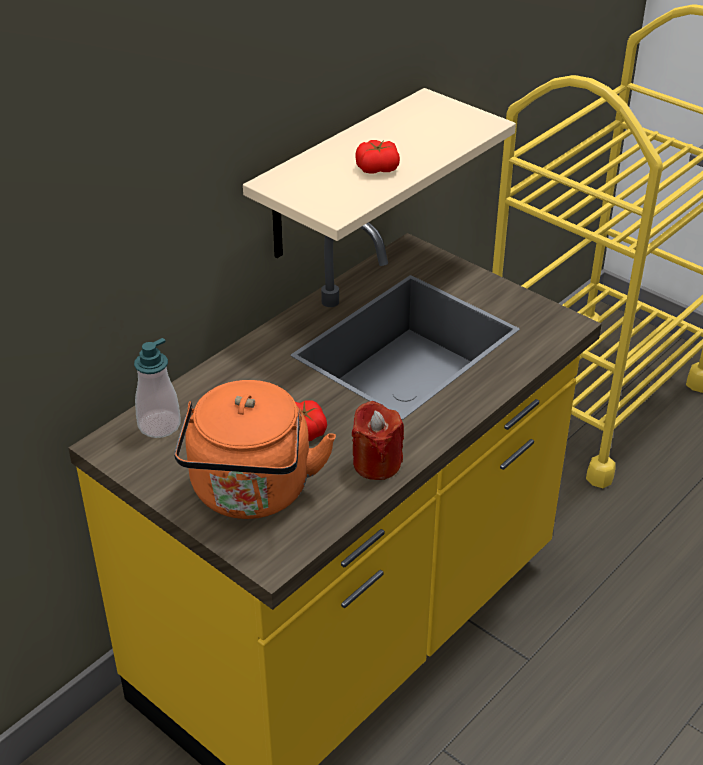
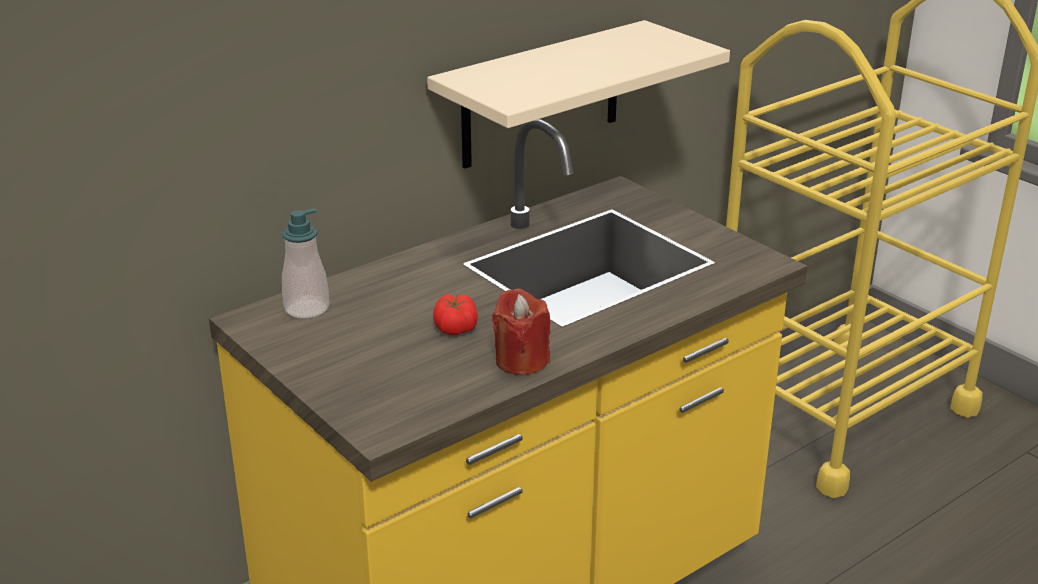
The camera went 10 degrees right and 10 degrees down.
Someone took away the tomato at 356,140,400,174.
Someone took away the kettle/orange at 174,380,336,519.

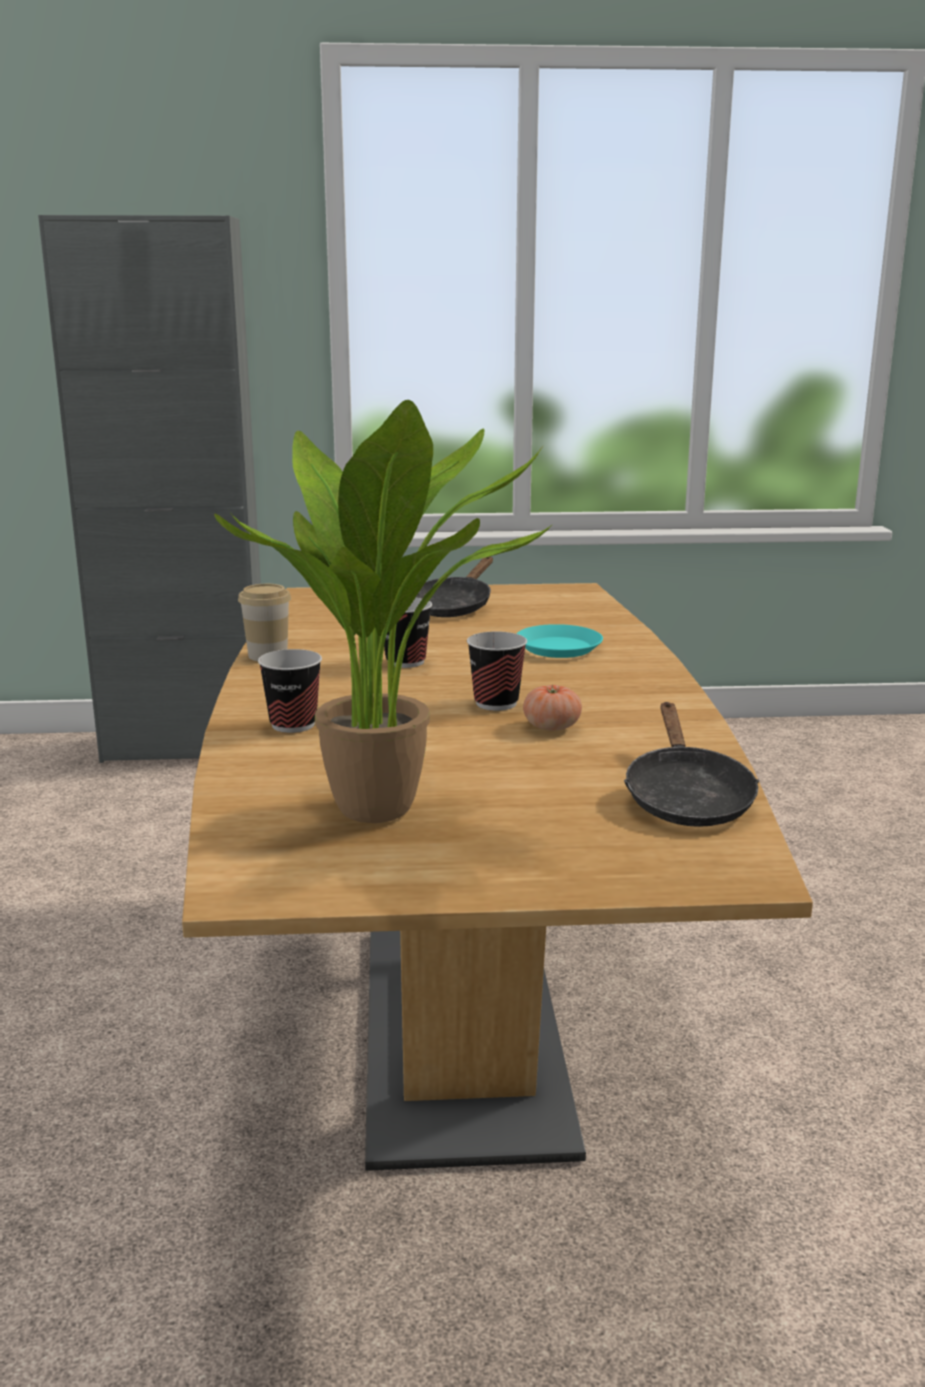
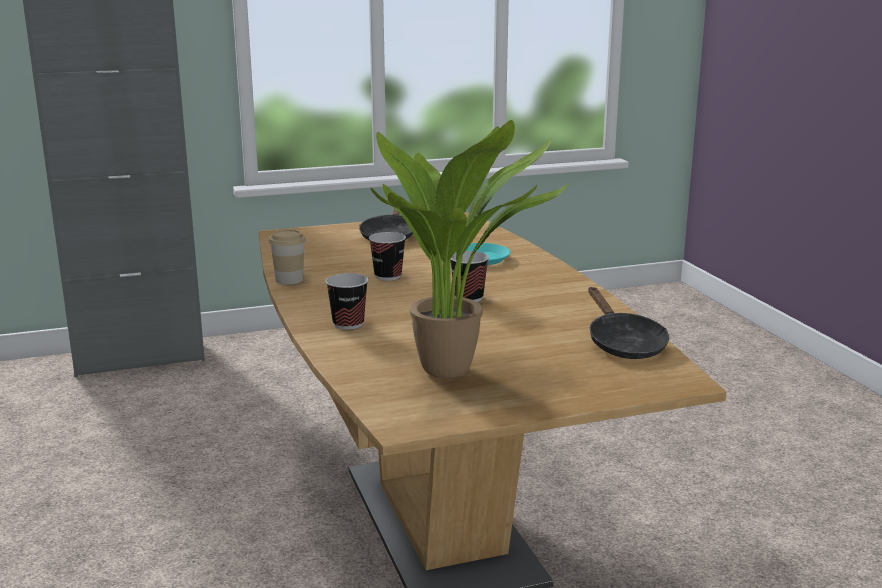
The camera went 15 degrees left and 0 degrees up.
Someone took away the tomato at 523,685,582,731.

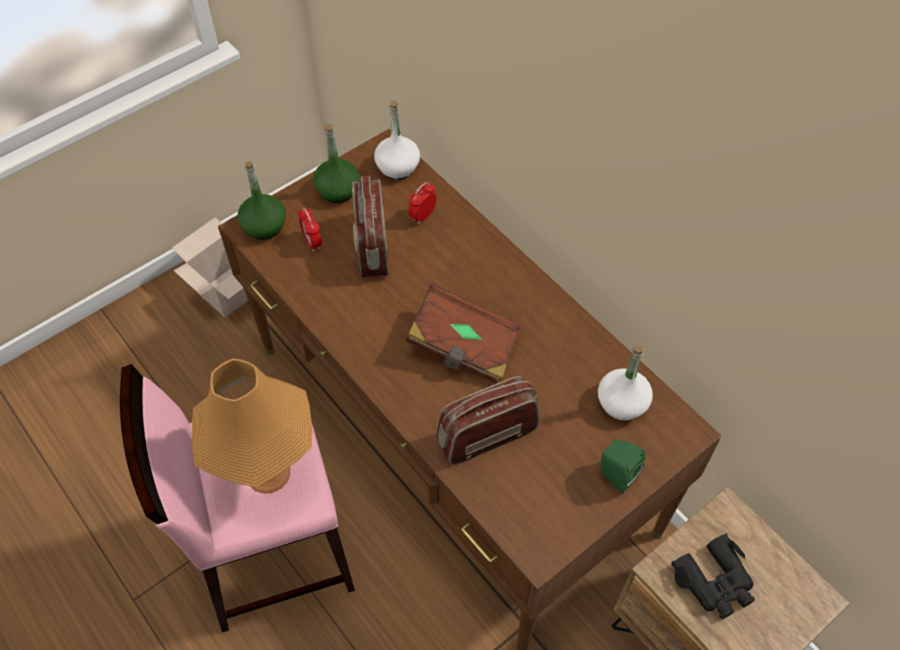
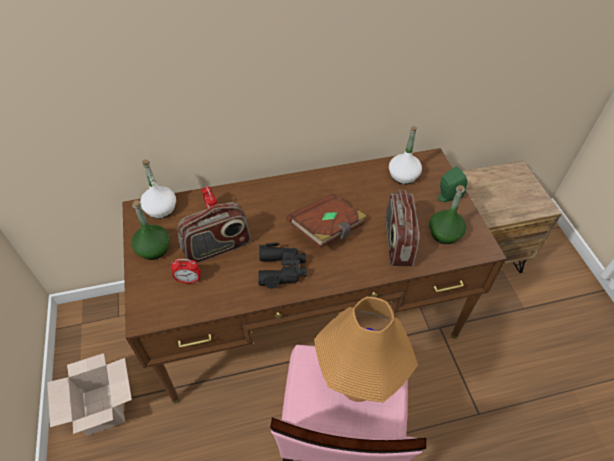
The camera went 65 degrees left and 5 degrees down.
Someone carried the bottle/green from 237,161,286,240 to 429,185,466,244.
Someone rotated the radio at 352,176,389,278 by 45 degrees counterclockwise.
Someone carried the binoculars/black from 671,533,755,619 to 258,243,306,289.

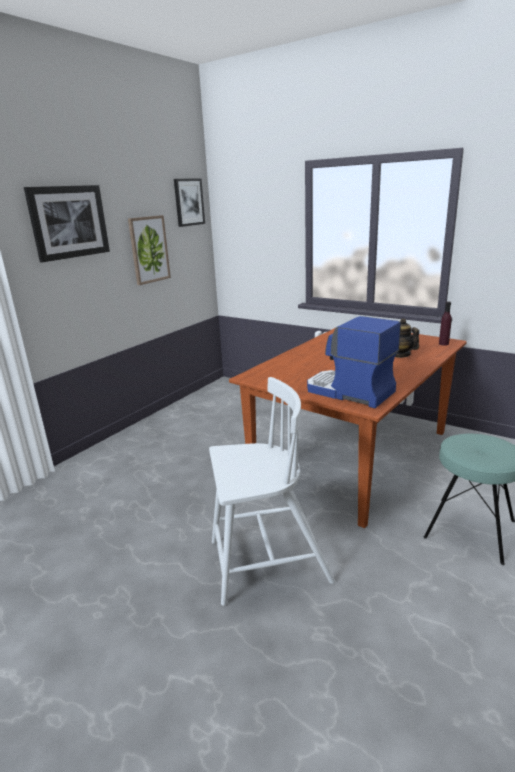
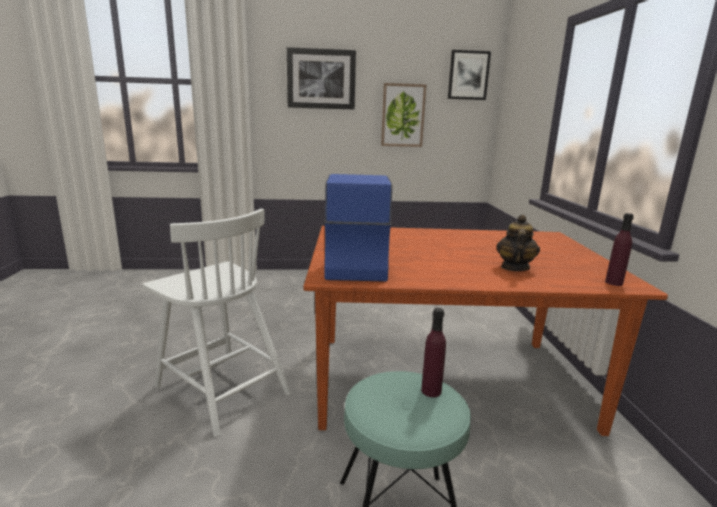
The camera went 50 degrees right and 5 degrees down.
Someone put down the bottle/purple at 421,308,446,397.

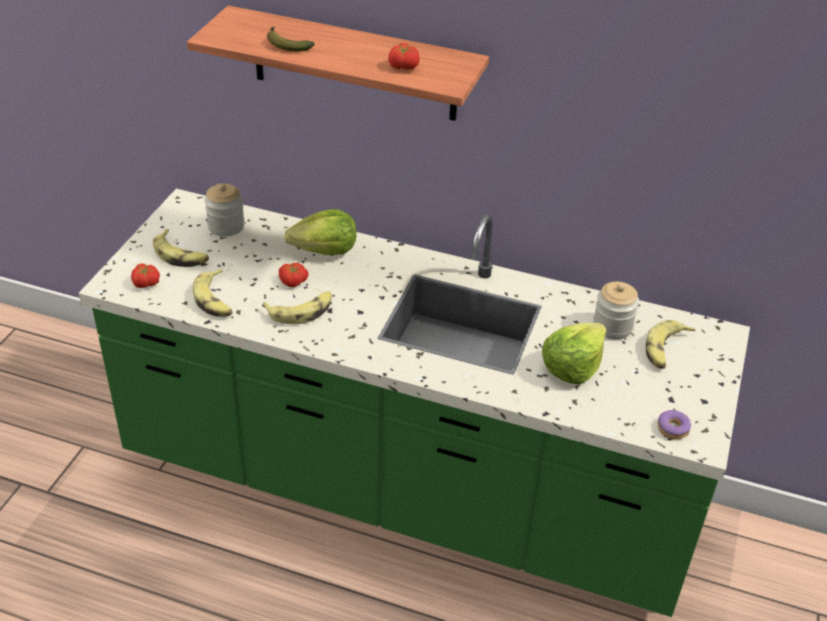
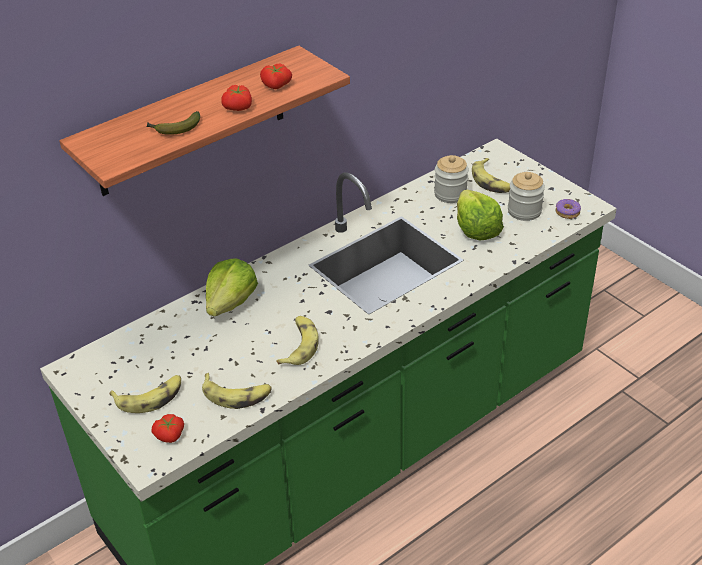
The camera went 55 degrees left and 0 degrees up.
Someone carried the jar from 205,183,245,237 to 508,172,545,221.
Someone carried the tomato from 279,263,309,287 to 221,85,252,111.

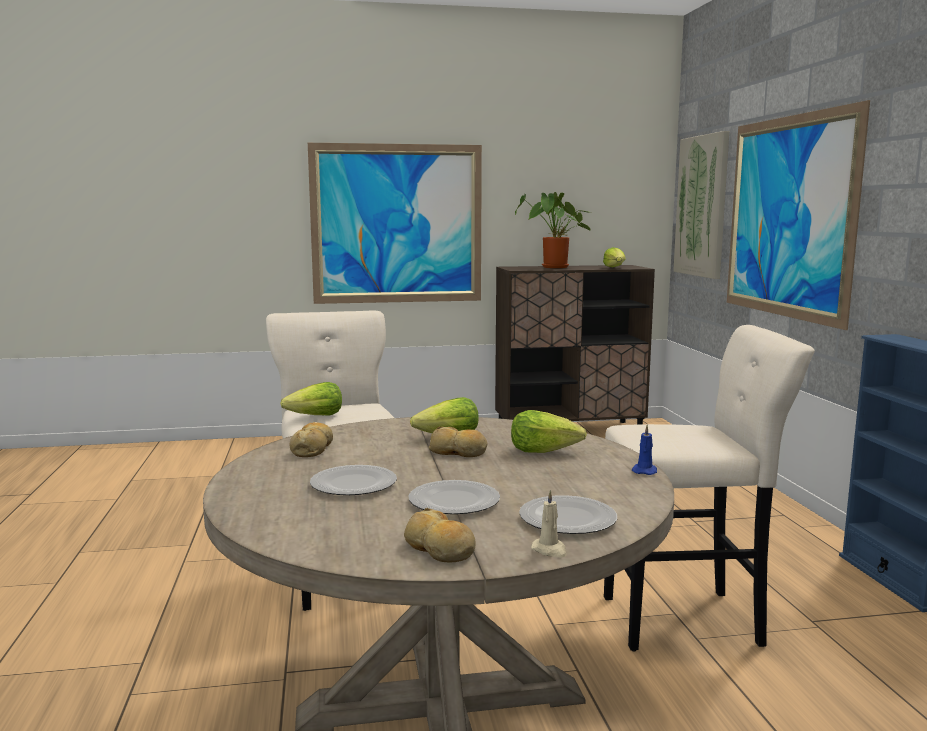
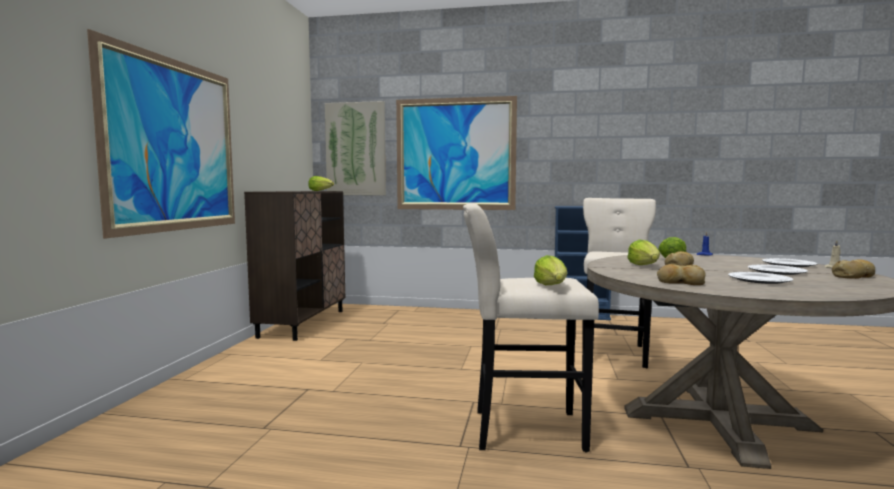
The camera went 70 degrees left and 5 degrees down.
Someone took away the potted plant at 515,192,591,268.

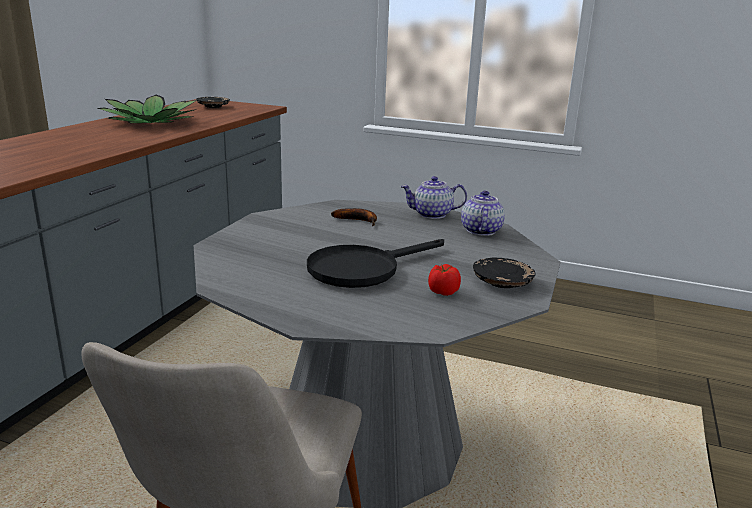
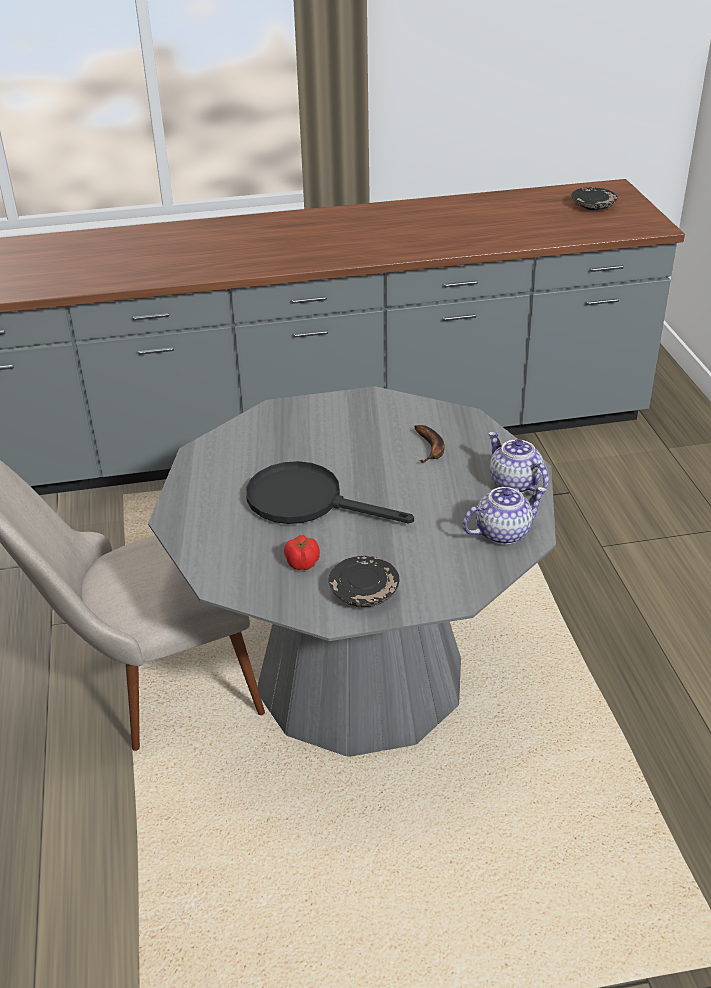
The camera went 60 degrees right and 15 degrees up.
Someone took away the potted plant at 97,94,197,123.

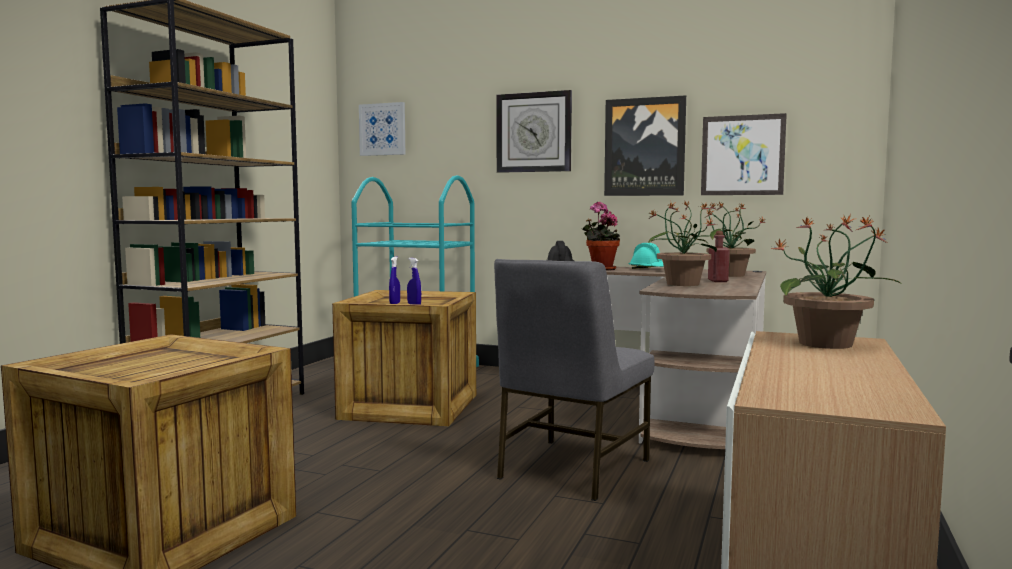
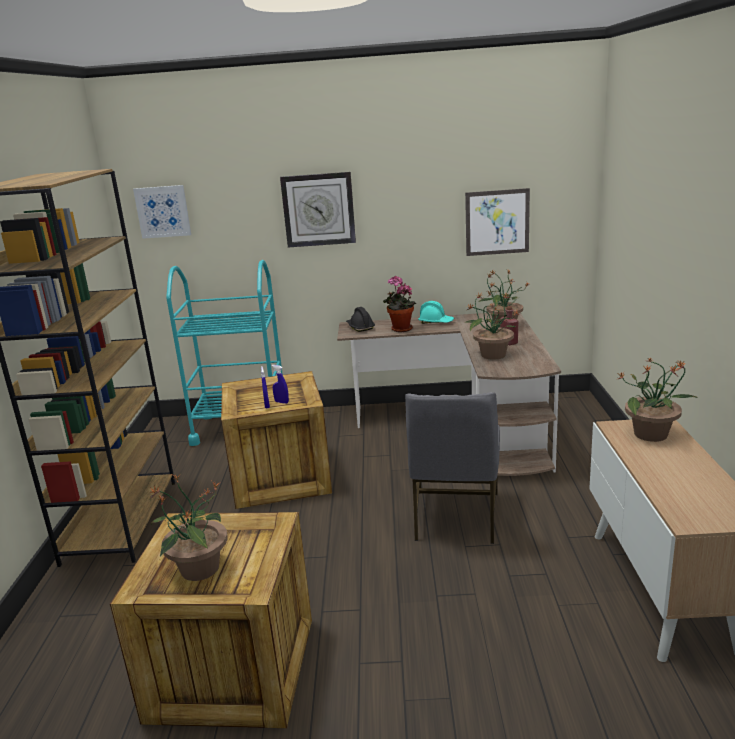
The camera went 20 degrees left and 15 degrees up.
Someone took away the picture at 604,95,686,196.
Someone put down the potted plant at 150,474,228,581.

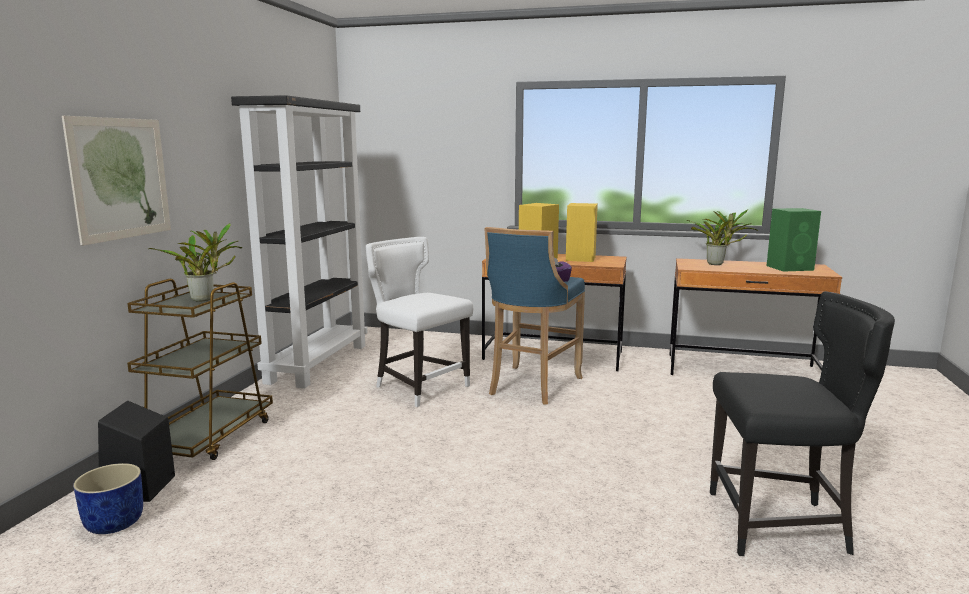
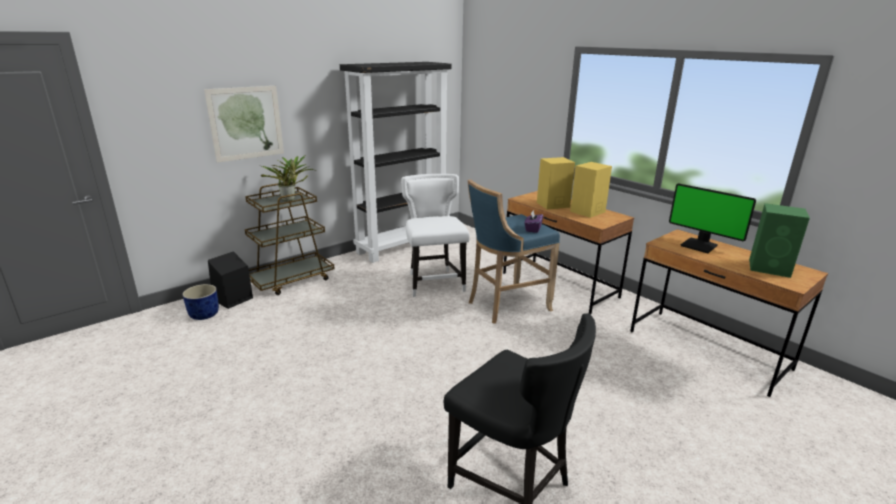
The camera went 35 degrees right and 10 degrees up.
Someone swapped the potted plant at 687,209,758,265 for the monitor at 669,183,756,253.

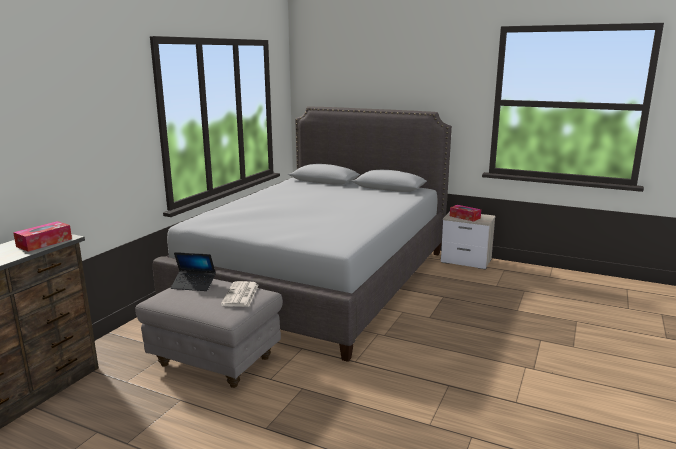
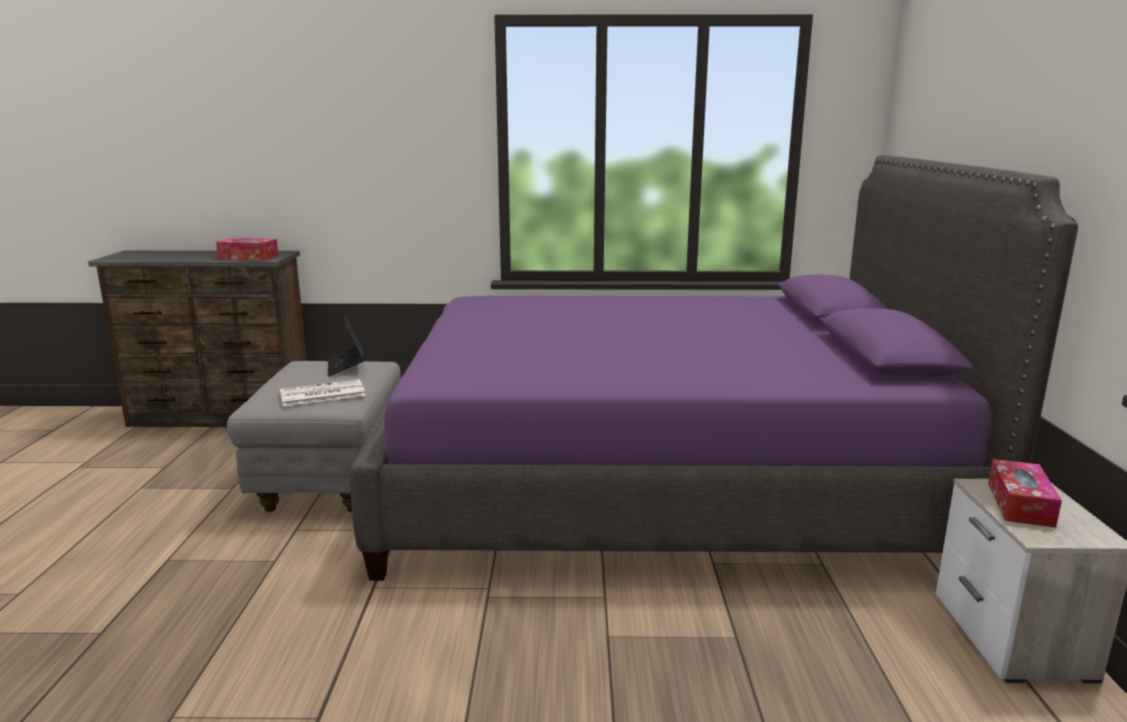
The camera went 65 degrees right and 0 degrees up.
Someone repainted the bed/grey at 153,106,452,362, which became the bed/purple at 350,155,1078,581.

